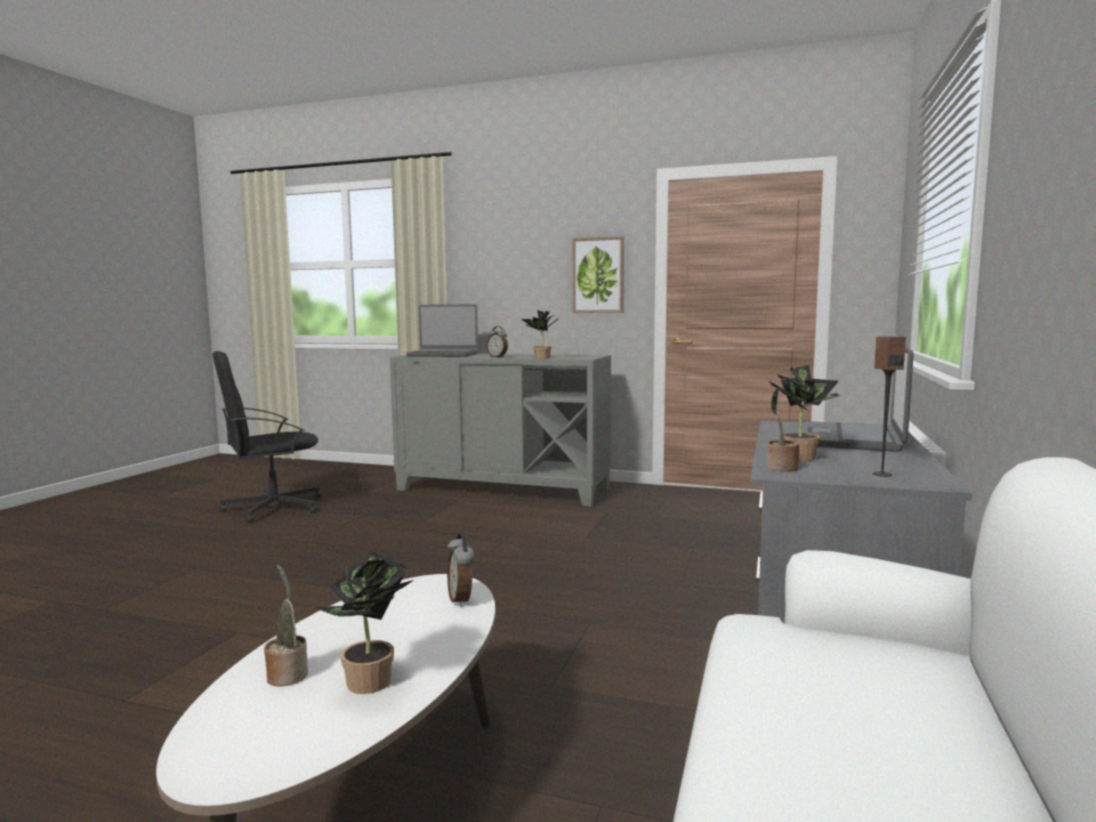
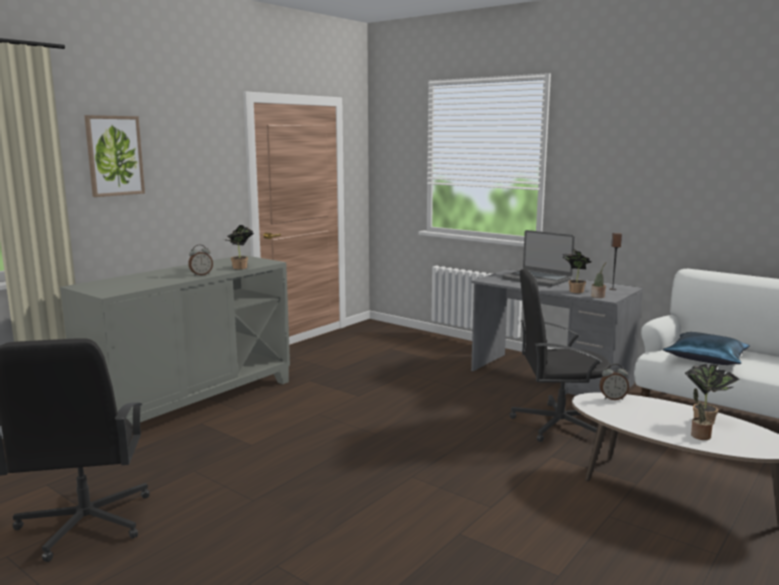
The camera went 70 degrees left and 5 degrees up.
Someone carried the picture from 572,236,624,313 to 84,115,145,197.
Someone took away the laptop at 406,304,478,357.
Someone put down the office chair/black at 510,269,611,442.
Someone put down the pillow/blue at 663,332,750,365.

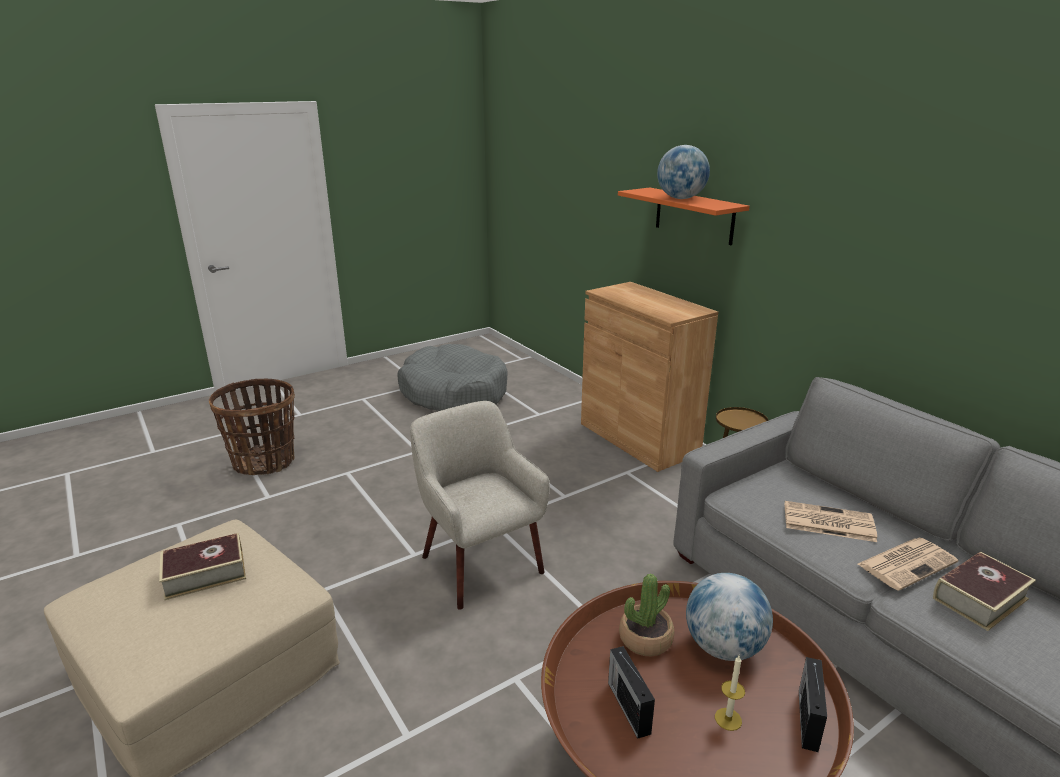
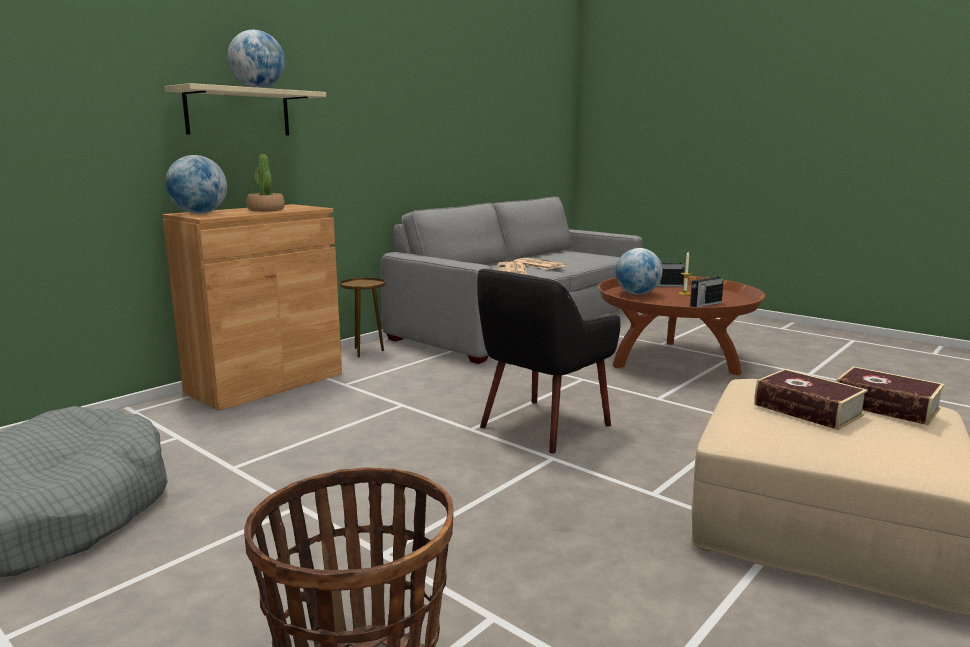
The camera went 105 degrees left and 10 degrees down.
Someone repainted the shelf/orange at 618,188,750,245, which became the shelf/beige at 164,83,326,135.
Someone repainted the armchair/beige at 410,401,550,610, which became the armchair/black at 477,269,620,454.
Someone carried the book from 933,552,1036,631 to 836,366,945,425.
Someone carried the potted plant from 619,574,674,656 to 246,154,285,212.
Someone put down the globe at 165,155,227,214.

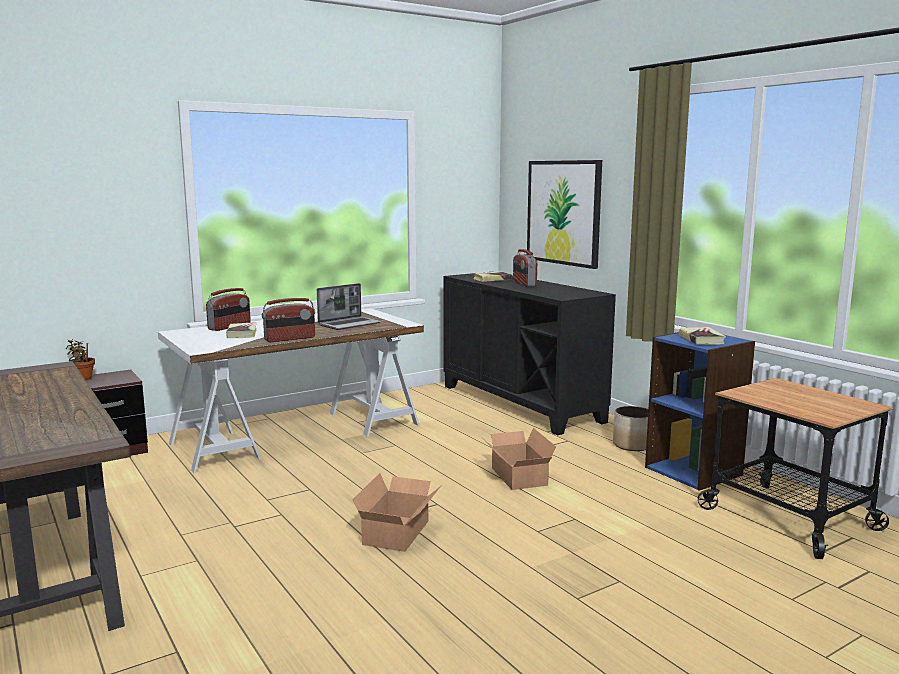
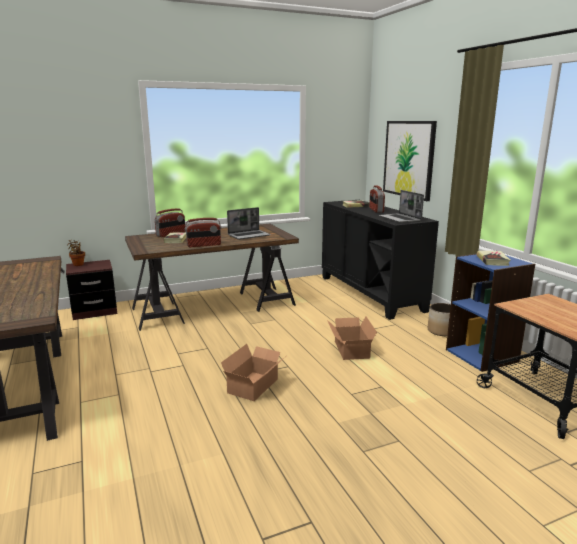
The camera went 10 degrees right and 5 degrees up.
Someone repainted the desk/white at 158,308,424,473, which became the desk/brown at 125,224,299,331.
Someone put down the laptop at 379,190,424,223.

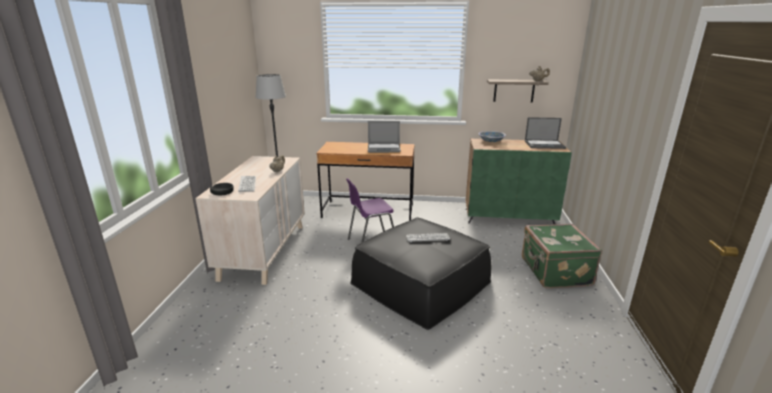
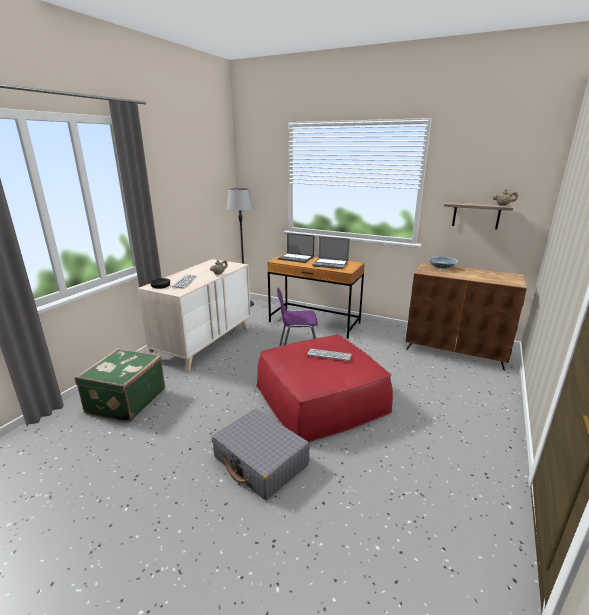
The camera went 20 degrees right and 0 degrees up.
Someone carried the laptop from 525,117,566,149 to 278,233,314,263.
Someone repainted the cabinet/green at 465,139,572,225, which became the cabinet/brown at 406,263,527,371.
Someone repainted the ottoman/black at 350,217,491,330, which became the ottoman/red at 256,334,393,442.
Someone carried the suitcase/green from 522,224,602,288 to 75,348,165,422.
Someone put down the suitcase/grey at 212,409,310,500.

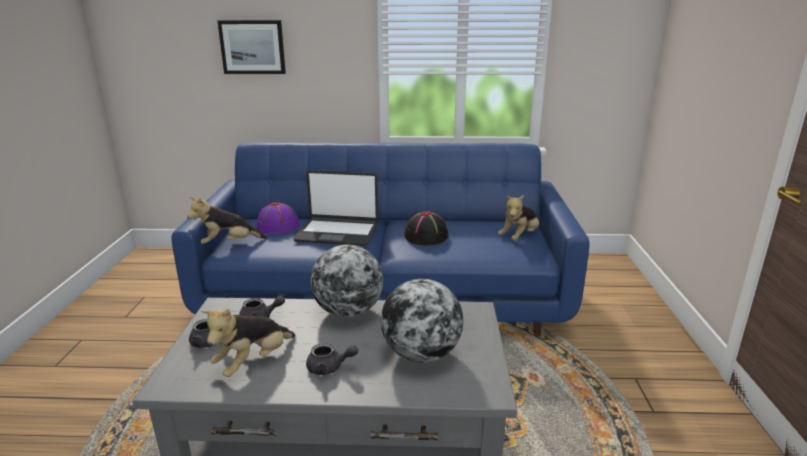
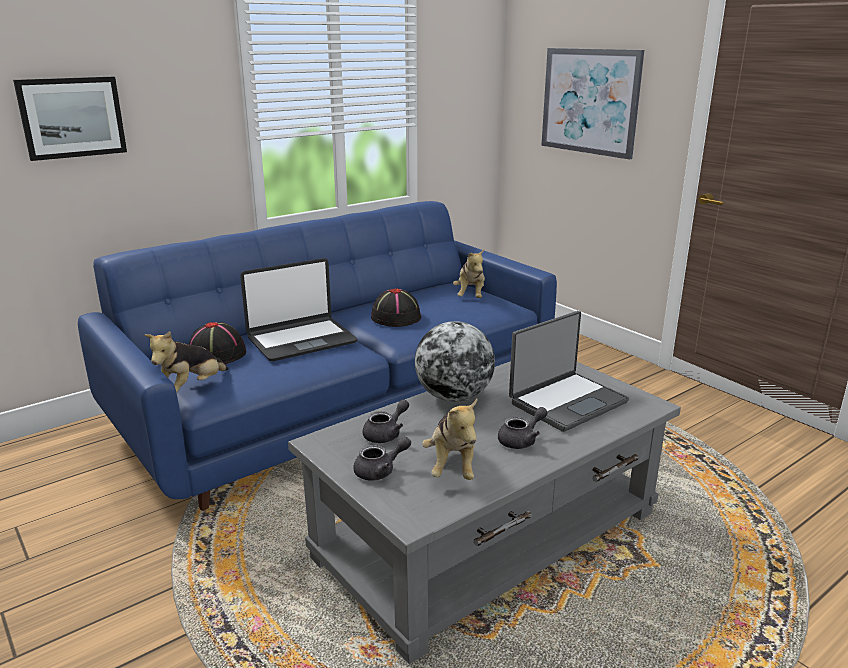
The camera went 40 degrees left and 0 degrees up.
Someone repainted the hat/purple at 257,202,300,234, which became the hat/black at 188,322,246,364.
Someone swapped the globe at 381,279,463,363 for the laptop at 509,311,629,432.
Someone put up the picture at 541,48,644,160.

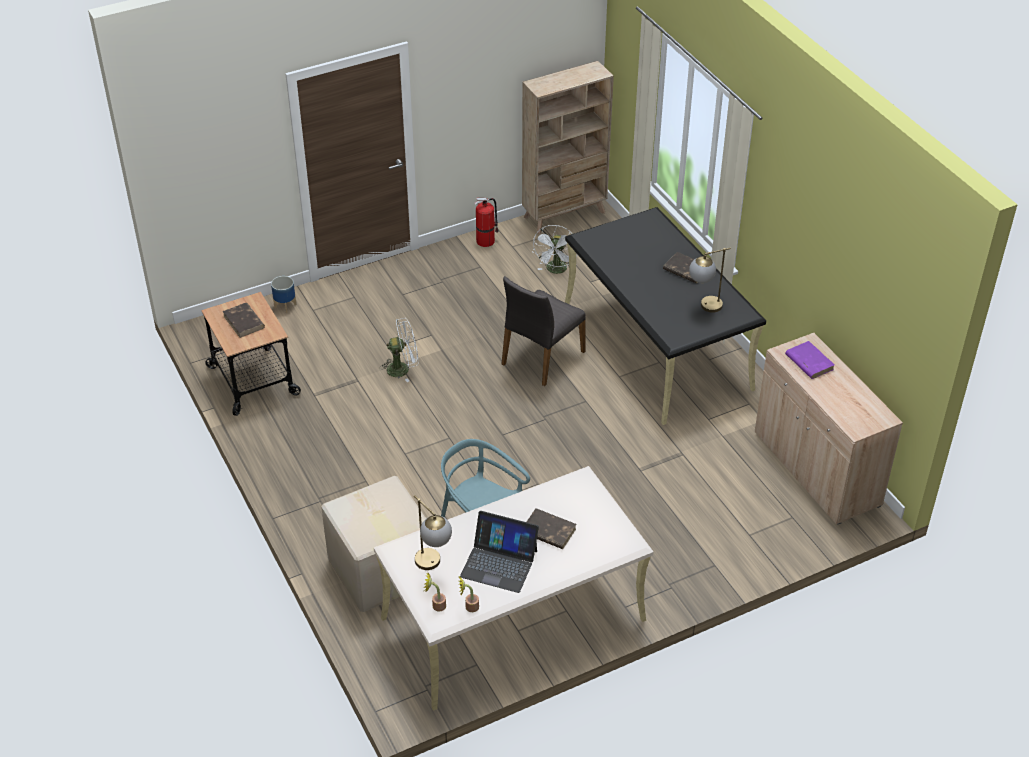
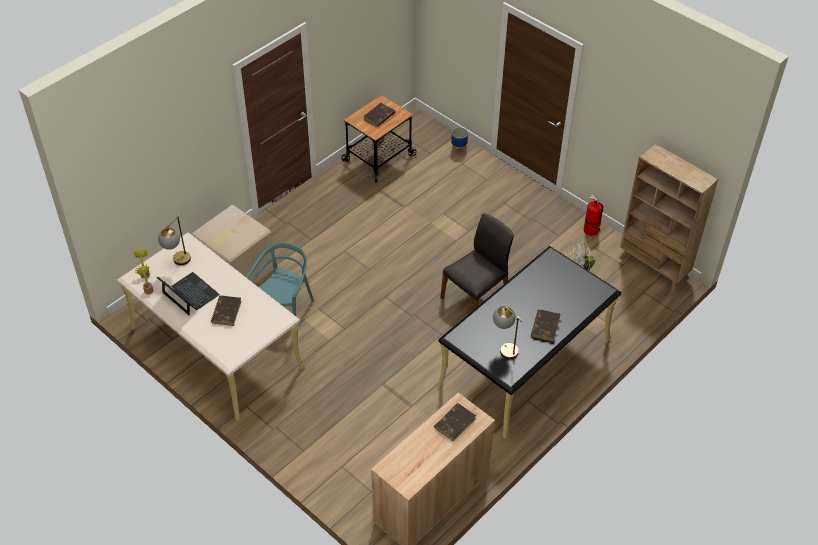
The camera went 70 degrees right and 5 degrees up.
Someone rotated the chair/grey at 502,276,586,386 by 120 degrees clockwise.
Someone took away the fan/white at 379,318,418,382.
Someone repainted the book/purple at 785,341,834,379, which became the book/brown at 434,403,476,442.
Someone rotated the laptop at 460,511,539,593 by 135 degrees clockwise.

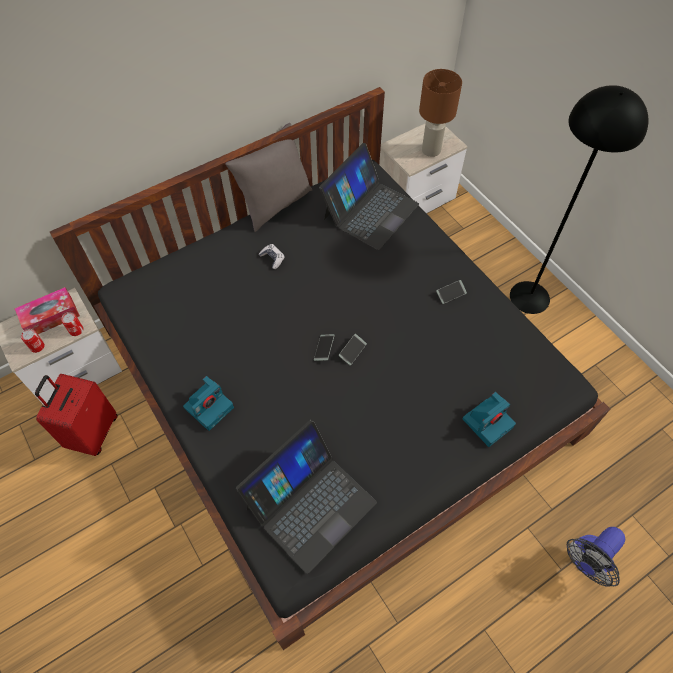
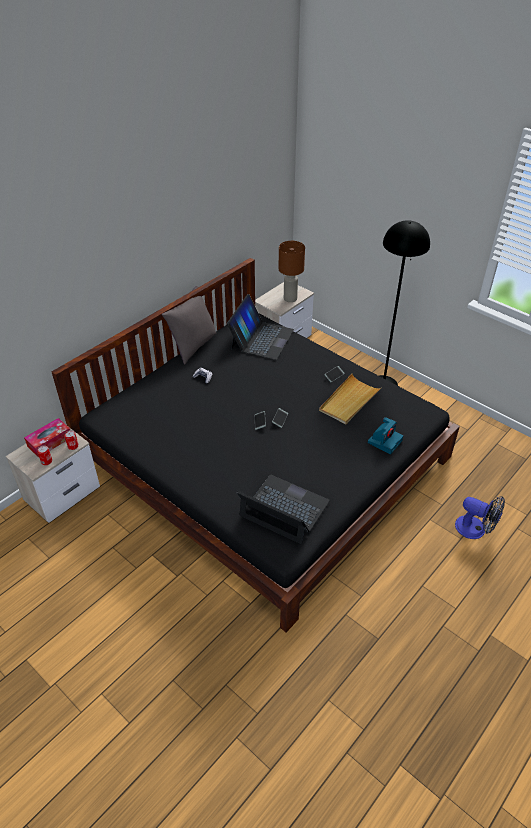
The camera went 15 degrees left and 15 degrees down.
Someone took away the suitcase/red at 35,374,117,456.
Someone took away the photo camera at 183,376,234,431.
Someone rotated the laptop at 236,420,377,574 by 90 degrees counterclockwise.
Someone rotated the fan at 567,527,625,587 by 90 degrees counterclockwise.
Someone put down the tray/beige at 319,374,382,424.

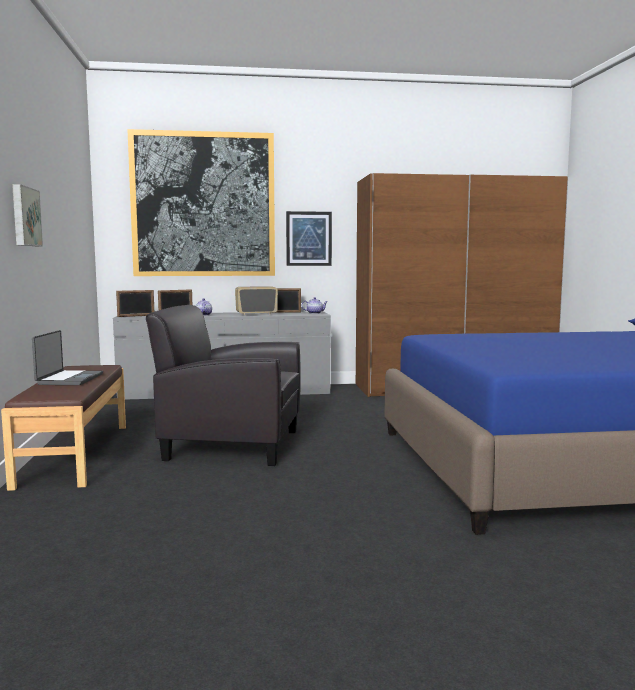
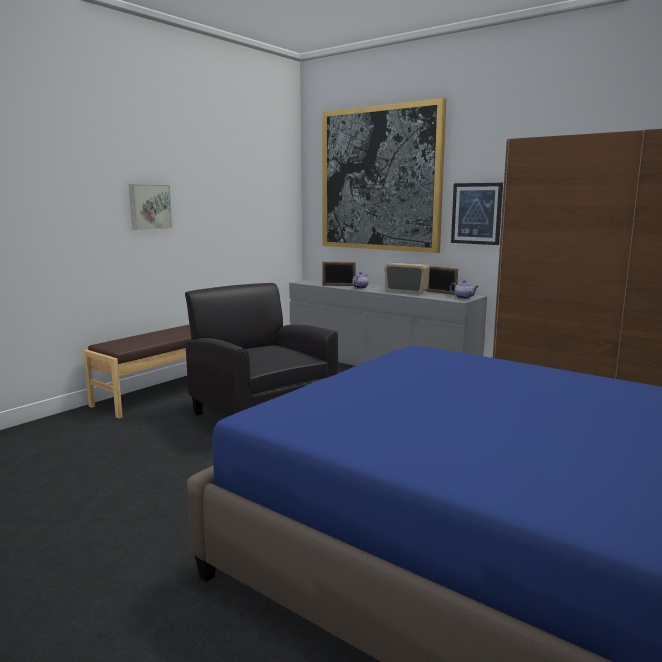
The camera went 45 degrees right and 5 degrees up.
Someone took away the picture frame at 116,290,154,317.
Someone took away the laptop at 32,330,103,385.

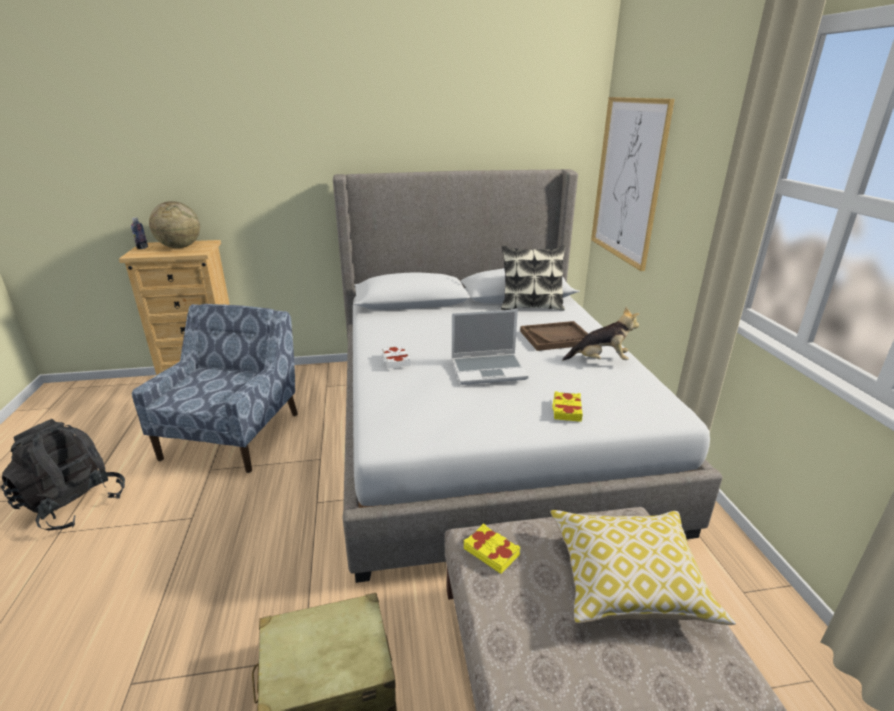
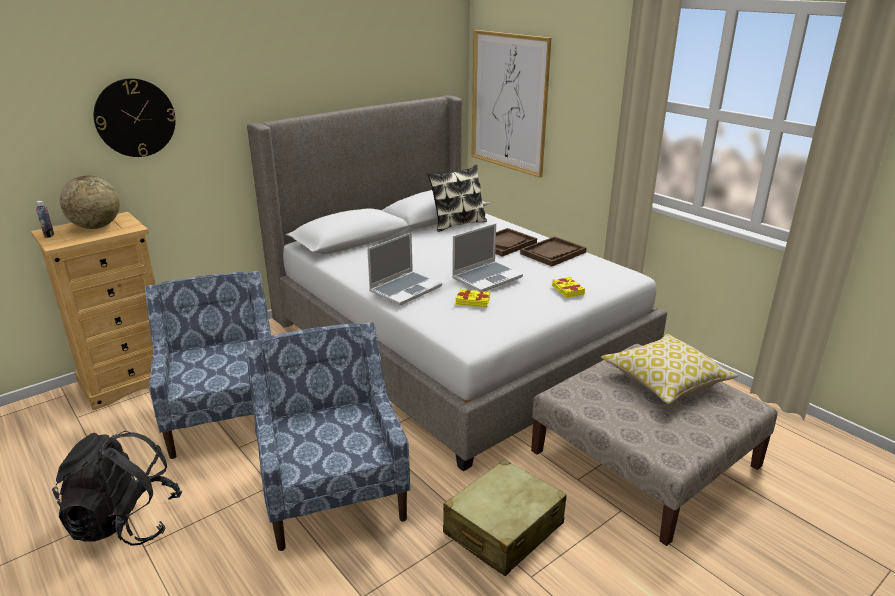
The camera went 30 degrees left and 0 degrees up.
Someone swapped the plush toy at 562,307,640,361 for the tray/brown at 520,236,587,266.
Someone swapped the book/white at 382,345,411,369 for the laptop at 367,232,442,305.
Someone carried the book/yellow from 464,524,520,574 to 456,289,490,307.
Someone put up the wall clock at 94,78,176,157.
Someone put down the armchair/blue at 245,322,410,551.

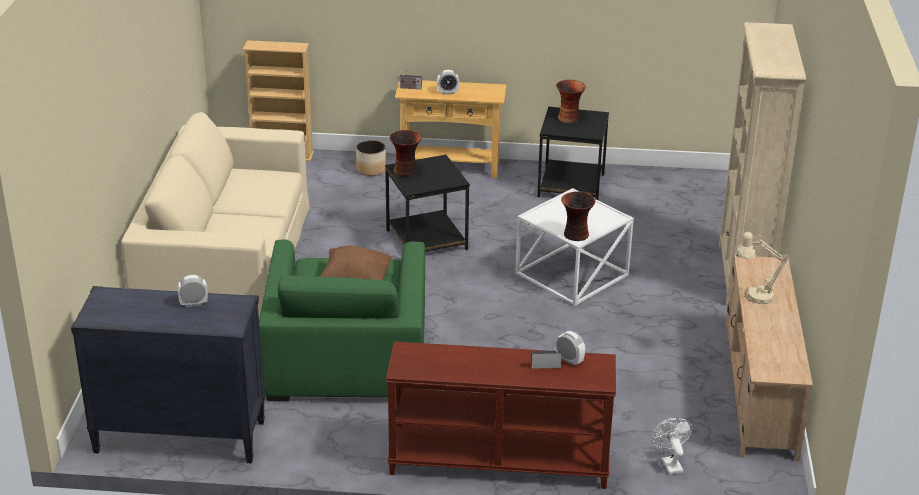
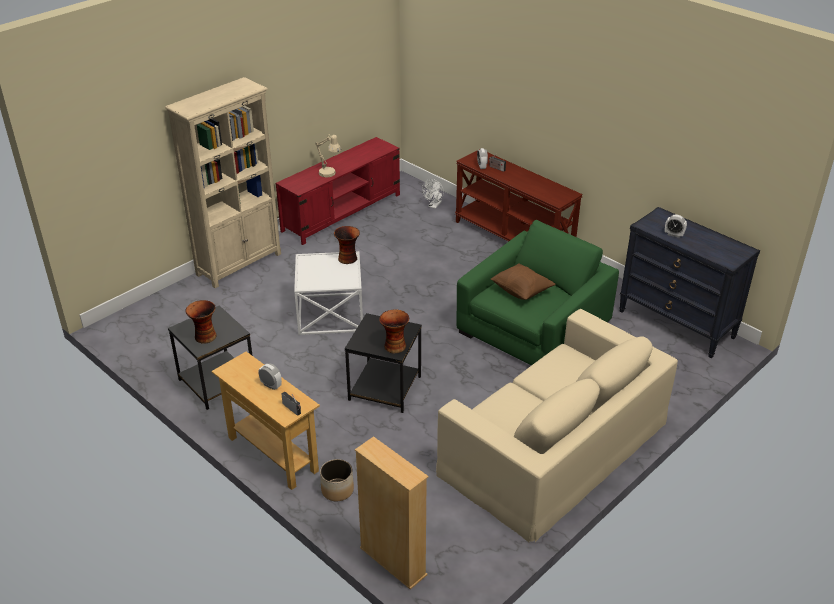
The camera went 140 degrees left and 5 degrees up.
Someone repainted the tv stand/beige at 725,255,813,461, which became the tv stand/red at 276,137,400,245.

